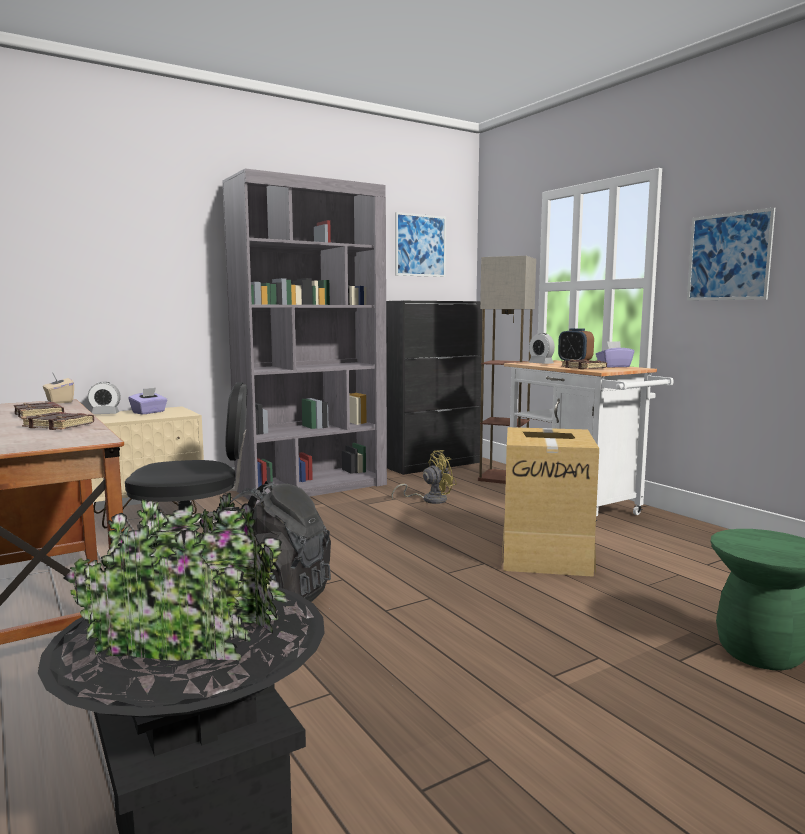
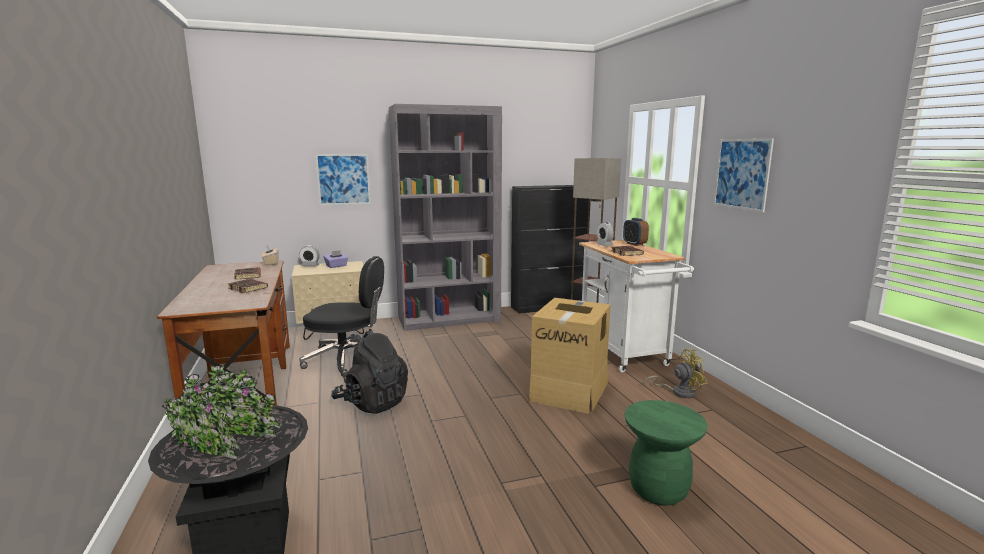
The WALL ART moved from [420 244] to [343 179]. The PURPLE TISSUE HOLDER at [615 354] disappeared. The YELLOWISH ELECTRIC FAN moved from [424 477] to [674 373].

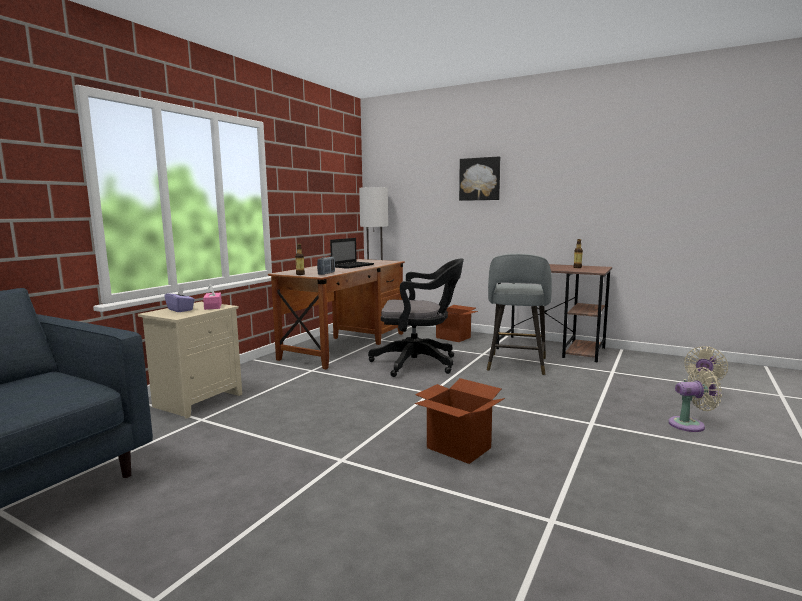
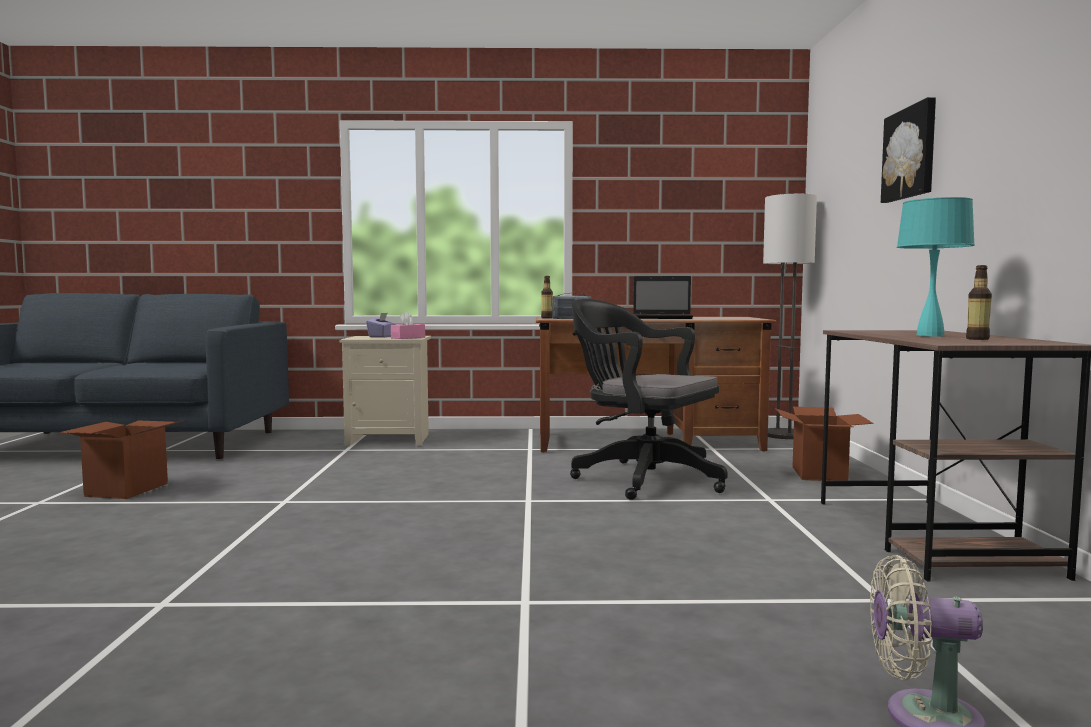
The GREY STOOL SEAT at [519 314] disappeared. The BLACK COMPUTER CHAIR at [416 318] turned 150 degrees clockwise. The BEIGE-COLOURED ELECTRIC FAN at [695 399] disappeared. The CARDBOARD BOX moved from [460 421] to [121 459]. The BLUE-GREEN TABLE LAMP at [936 267] appeared.

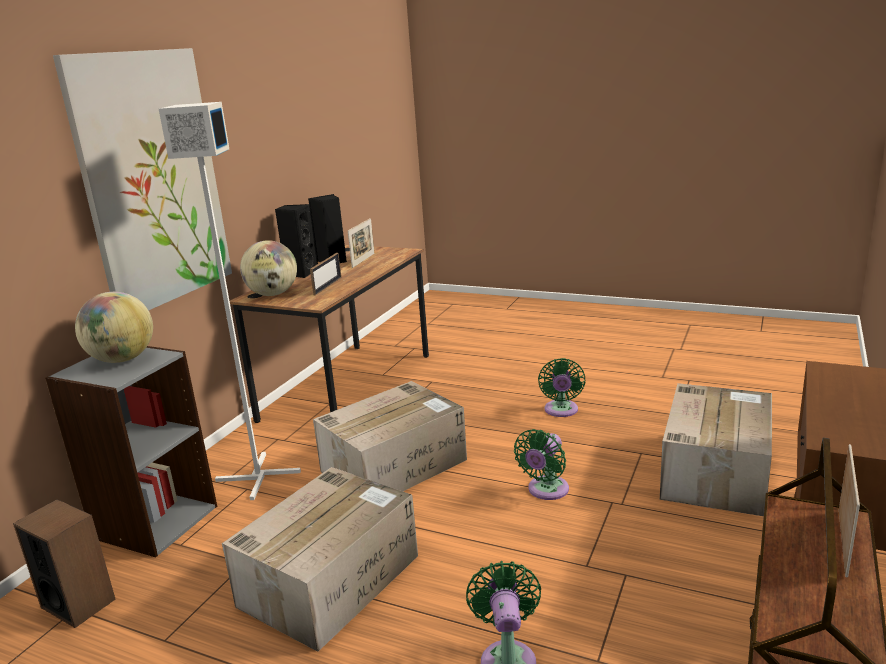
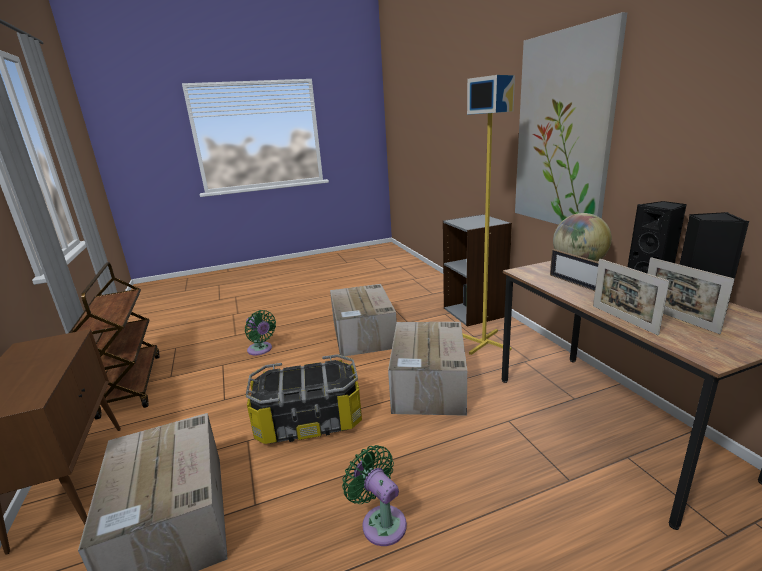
The WHITE-COLOURED FLOOR LAMP at [230 301] became the YELLOWISH FLOOR LAMP at [488 215]. The WORLD GLOBE at [114 327] disappeared. The GREENISH ELECTRIC FAN at [541 464] was replaced by the STORAGE BOX at [304 399]. The PICTURE FRAME moved from [849 510] to [631 297]. The LOUDSPEAKER at [64 563] disappeared.

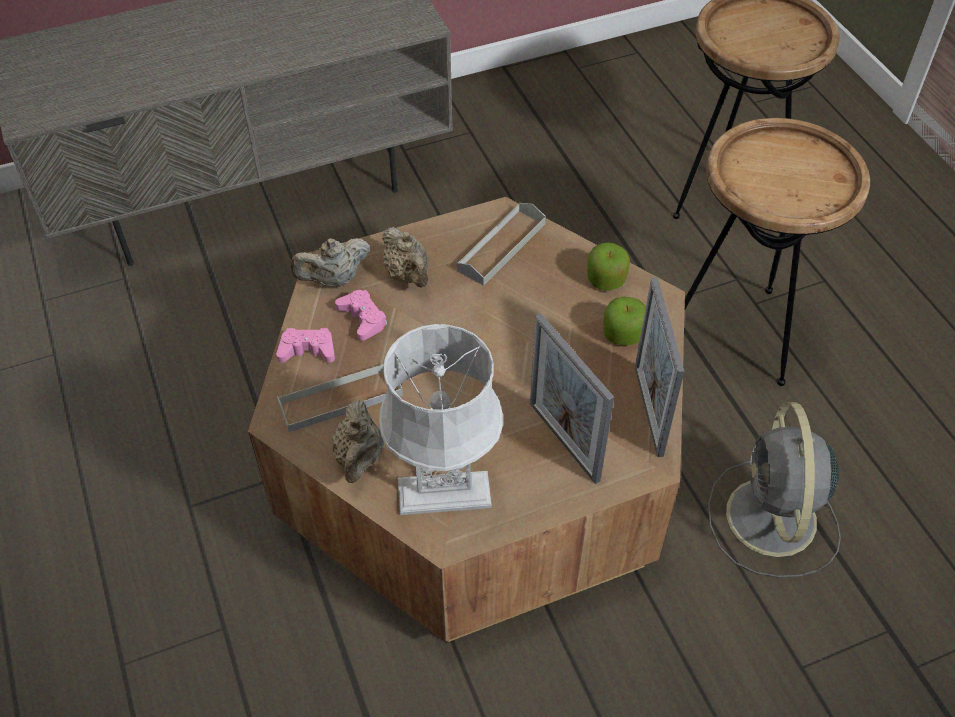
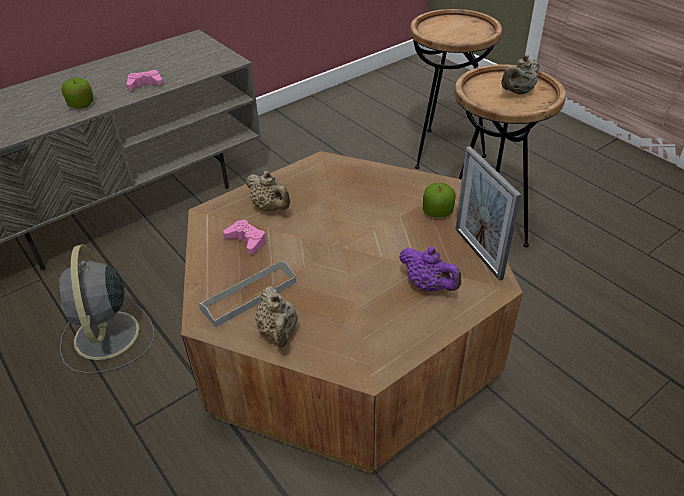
The GREY SERVING TRAY at [501 244] disappeared. The BEIGE-COLOURED TEAPOT moved from [330 262] to [520 75]. The WHOLE APPLE moved from [608 266] to [77 93]. The PICTURE FRAME at [572 399] was replaced by the PURPLE TEAPOT at [430 268]. The GREY TABLE LAMP at [441 419] disappeared. The PINK-COLOURED GAME CONTROLLER moved from [305 345] to [145 80]. The GREY ELECTRIC FAN moved from [774 490] to [106 309].

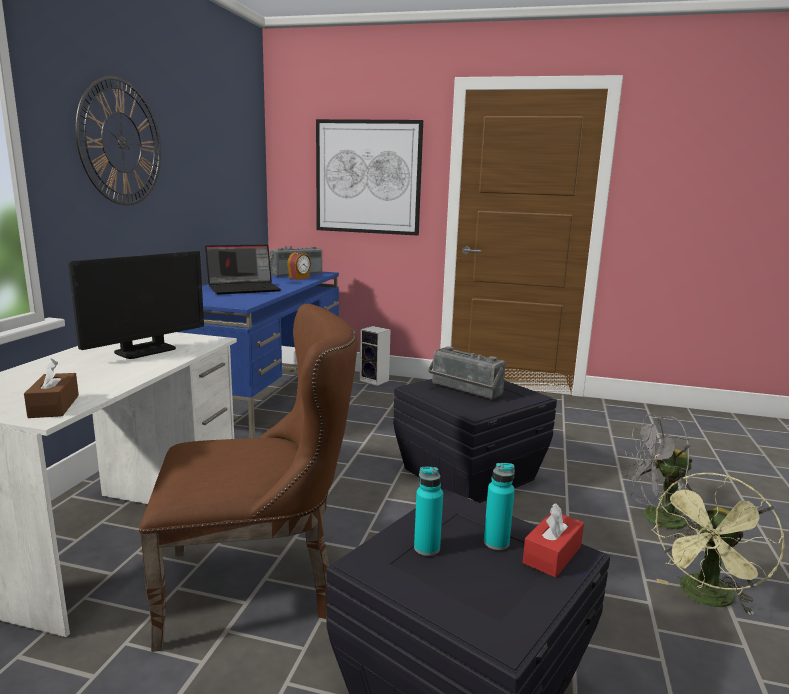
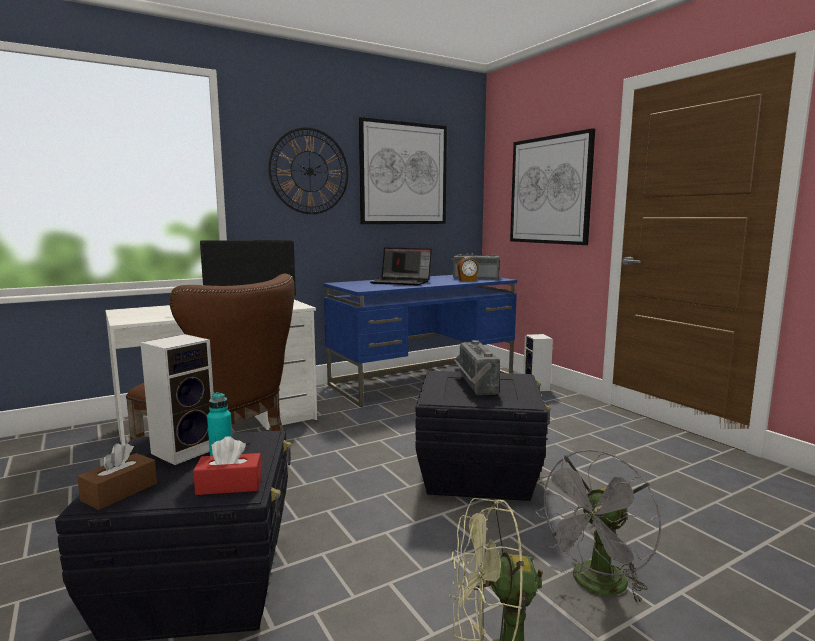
The BROWN-COLOURED TISSUE HOLDER moved from [51 388] to [117 476]. The GREY ELECTRIC FAN at [661 476] turned 90 degrees counterclockwise. The BLUE-GREEN BOTTLE at [428 511] was replaced by the LOUDSPEAKER at [177 399]. The WALL ART at [403 170] appeared.

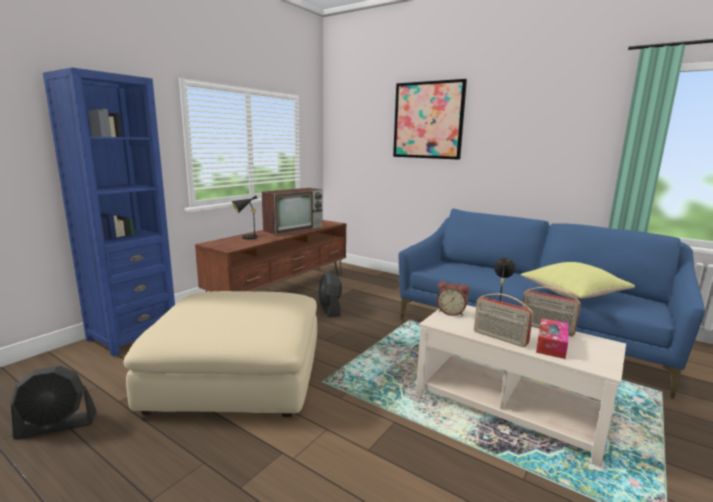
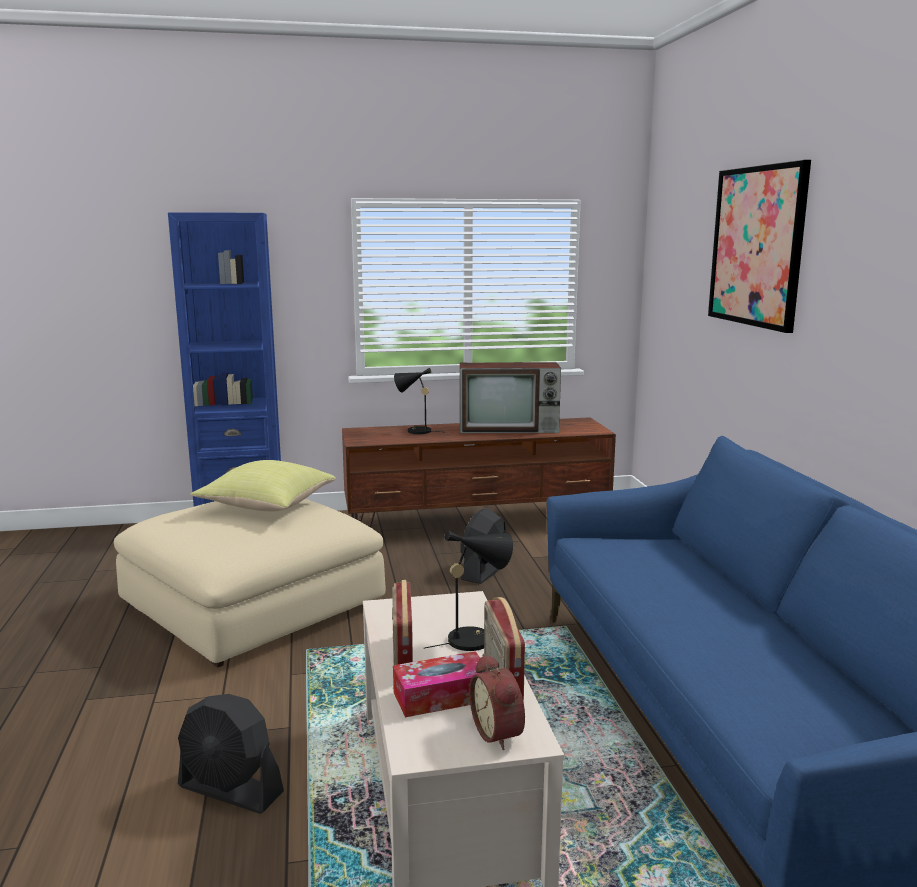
The YELLOWISH PILLOW moved from [578 280] to [263 485]. The TABLE CLOCK moved from [453 298] to [497 702]. The BLACK ELECTRIC FAN moved from [53 402] to [231 754].

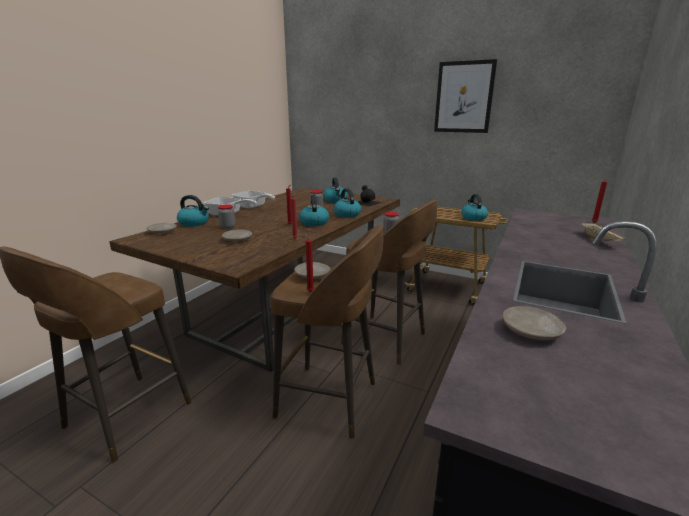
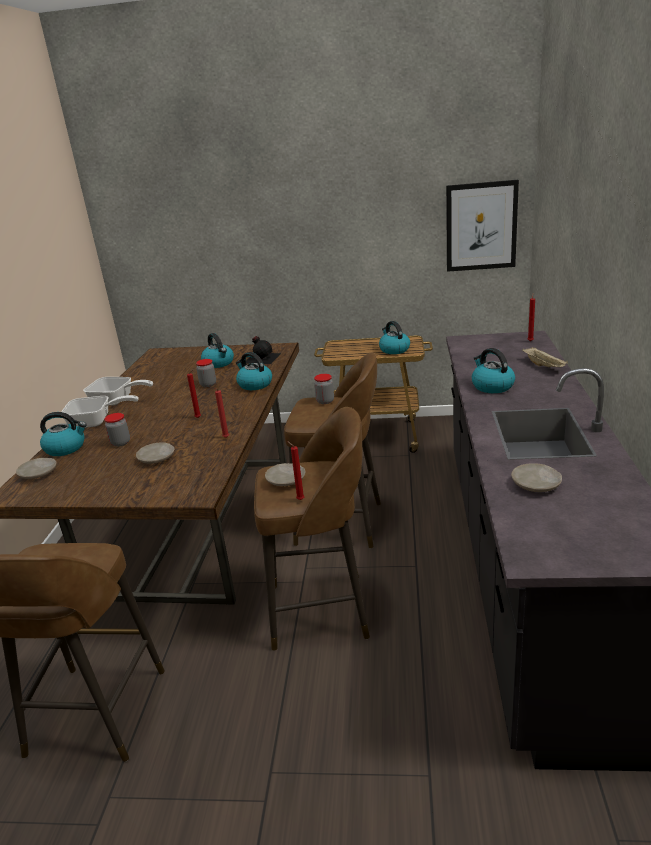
The WALL ART moved from [465 96] to [482 226]. The KETTLE moved from [314 210] to [493 370].

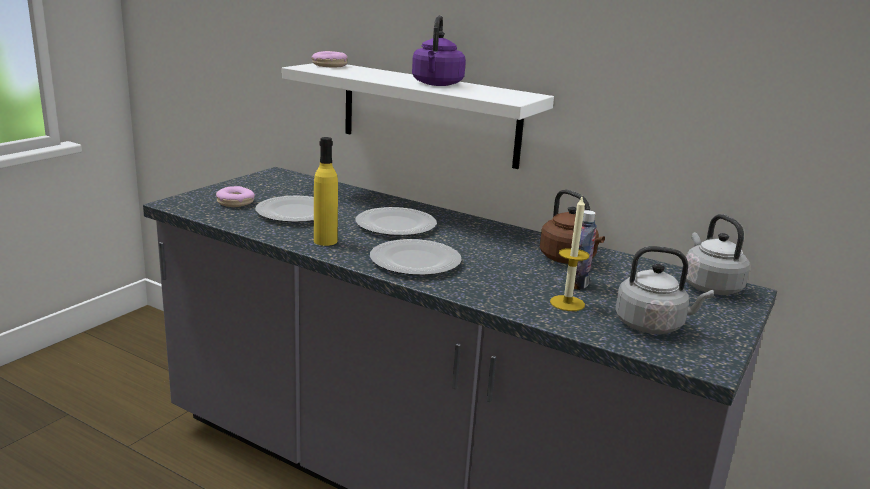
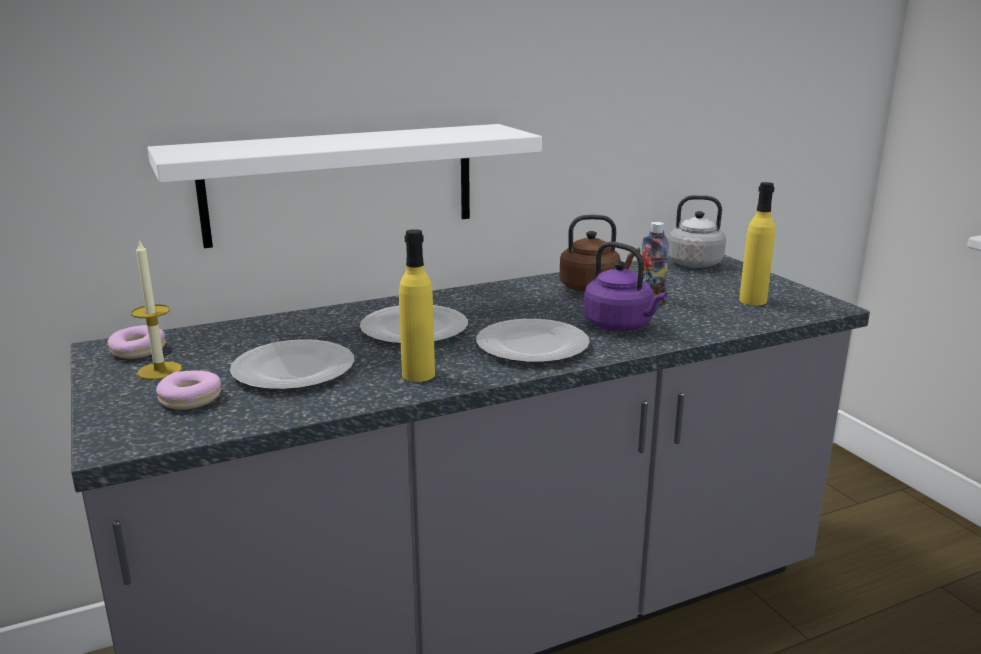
The PURPLE KETTLE moved from [439 50] to [625 286]. The RING DOUGHNUT moved from [329 59] to [136 342]. The WAX CANDLE moved from [569 254] to [156 309]. The GREY KETTLE at [664 290] was replaced by the YELLOWISH BOTTLE at [757 243].

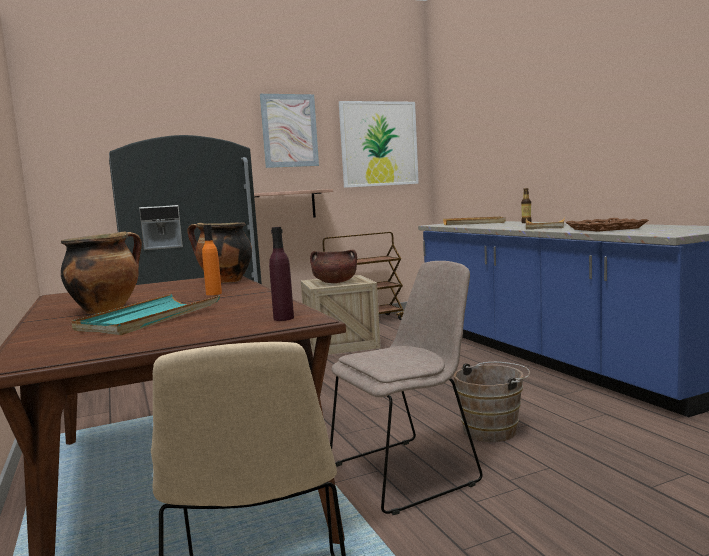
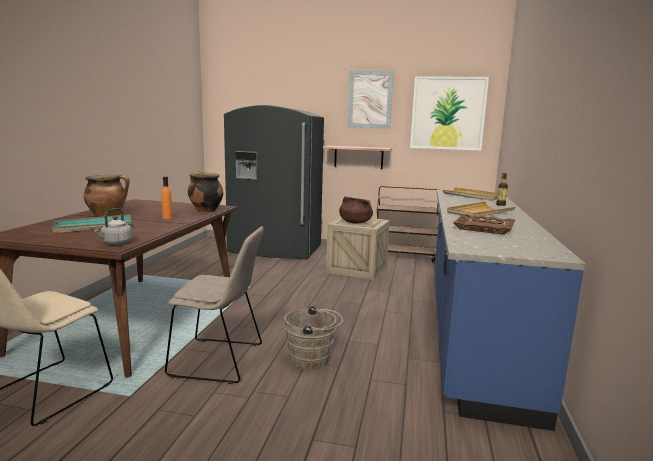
The PURPLE BOTTLE at [281 274] was replaced by the GREY KETTLE at [113 226].

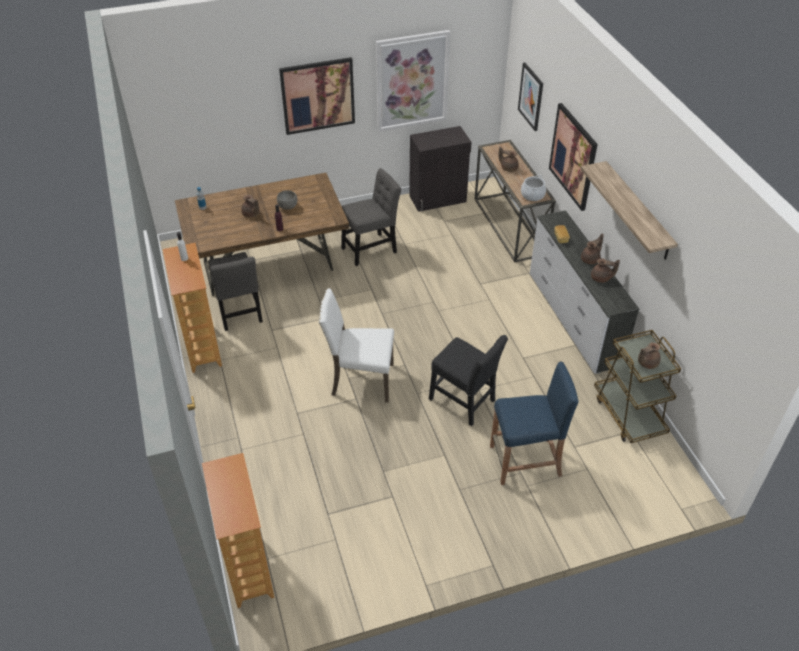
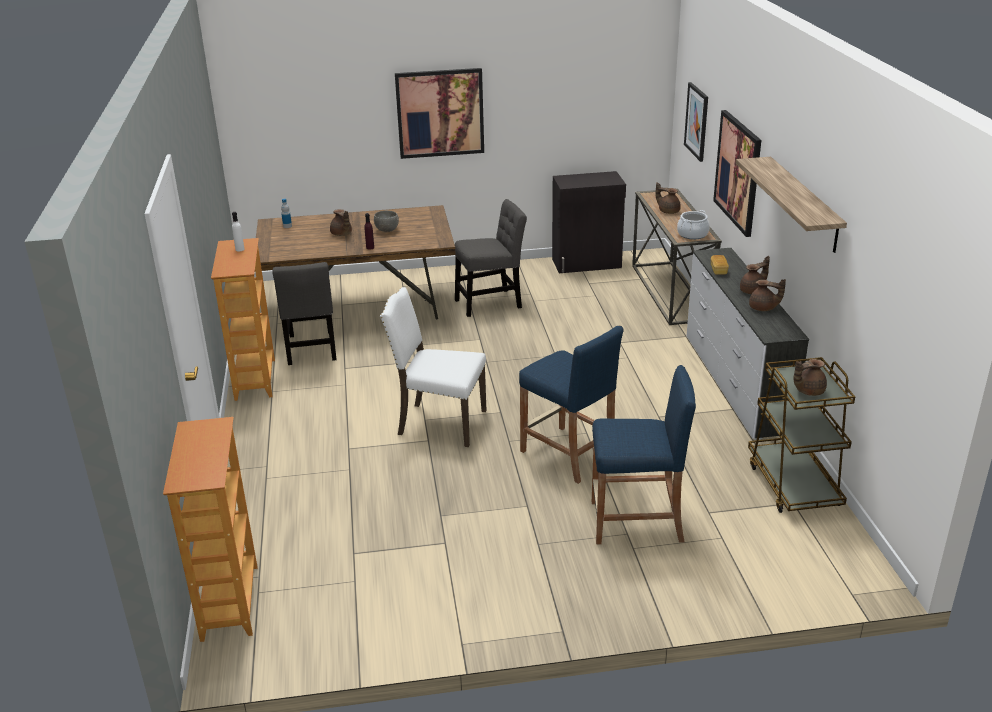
The WALL ART at [413 80] disappeared. The BLACK PLAIN CHAIR at [468 380] was replaced by the BLUE STOOL SEAT at [571 405].

